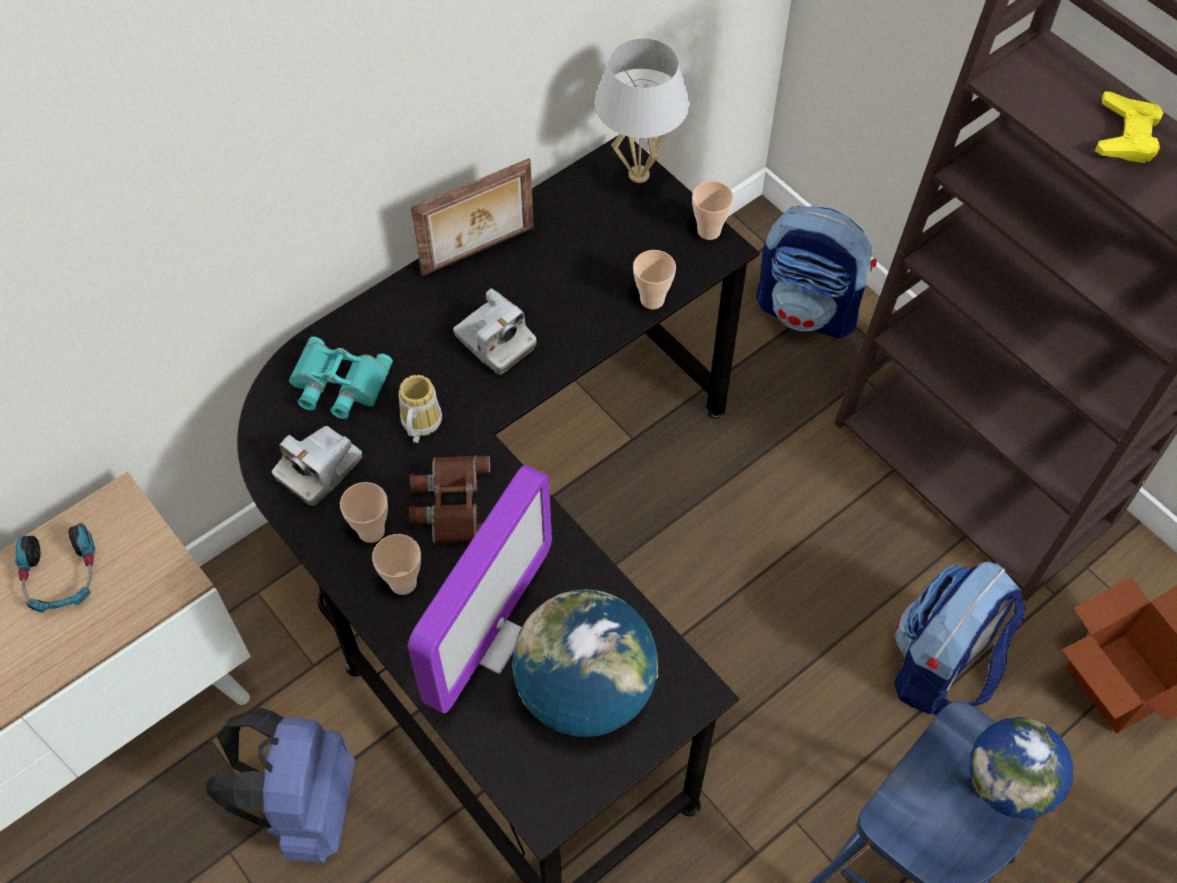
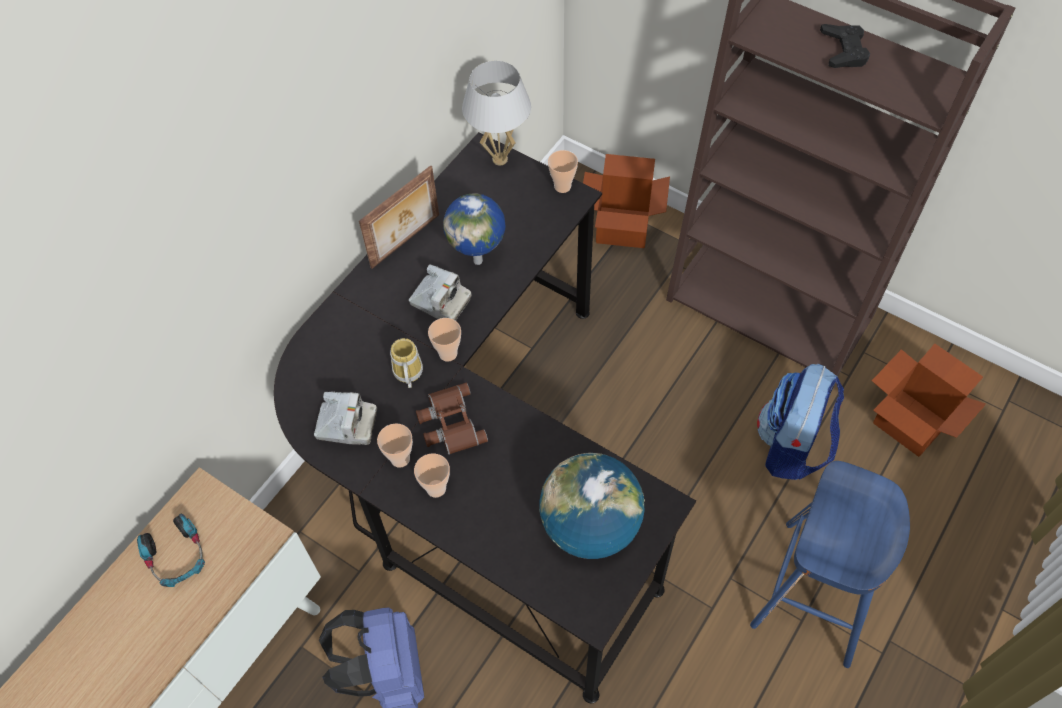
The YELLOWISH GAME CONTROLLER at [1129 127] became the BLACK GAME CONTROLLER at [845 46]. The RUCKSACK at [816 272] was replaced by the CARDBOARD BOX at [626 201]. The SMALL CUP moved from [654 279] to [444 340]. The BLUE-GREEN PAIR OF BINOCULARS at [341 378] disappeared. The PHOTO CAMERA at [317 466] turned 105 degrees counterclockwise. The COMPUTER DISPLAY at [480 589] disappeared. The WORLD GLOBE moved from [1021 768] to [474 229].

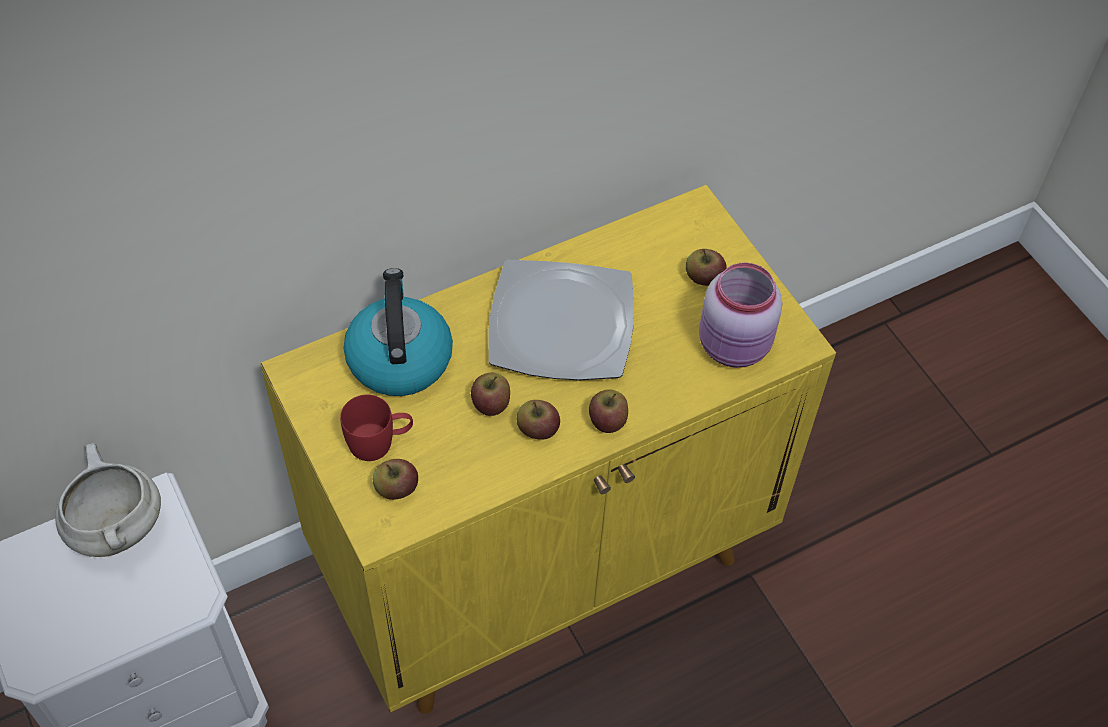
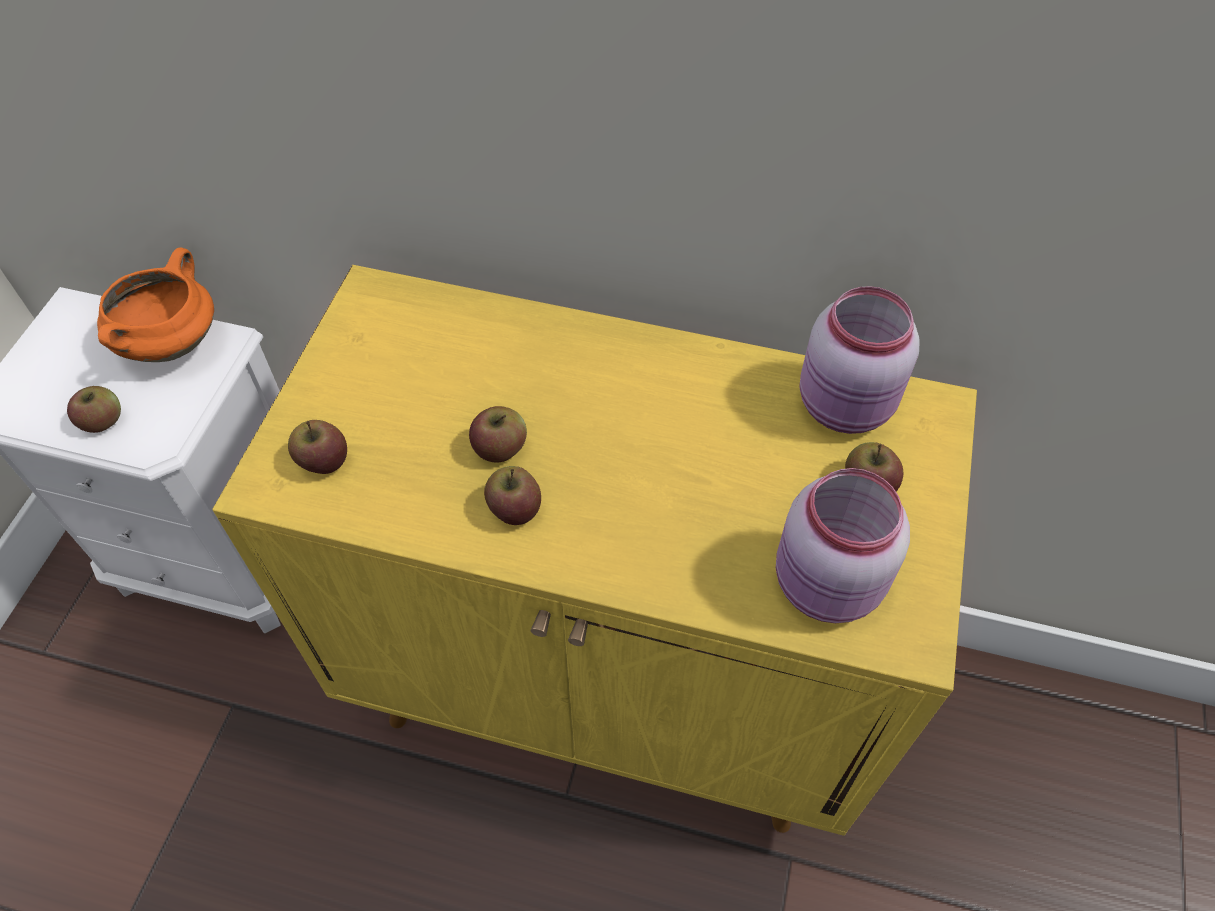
The DINNER PLATE at [561 320] disappeared. The KETTLE at [398 332] disappeared. The WHOLE APPLE moved from [608 411] to [94 409]. The REDDISH MUG at [376 428] disappeared. The WHITE-COLOURED COOKING POT at [108 500] became the ORANGE COOKING POT at [155 304]. The PINK-COLOURED PRESERVE JAR at [859 360] appeared.

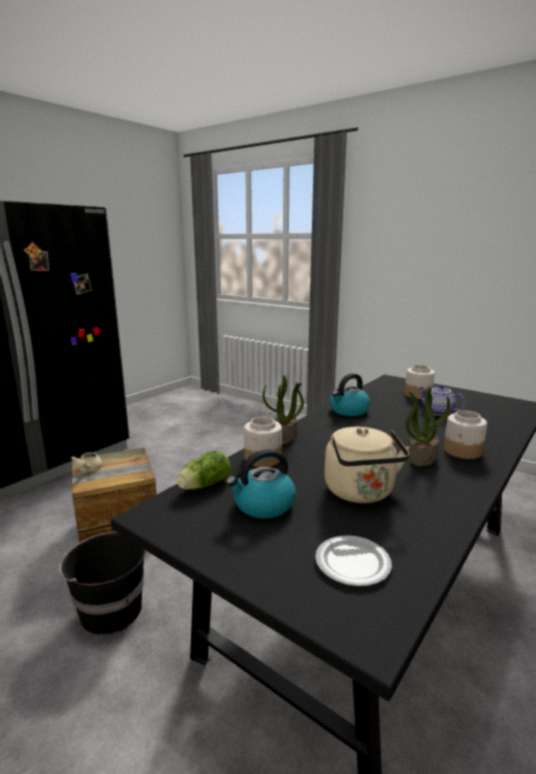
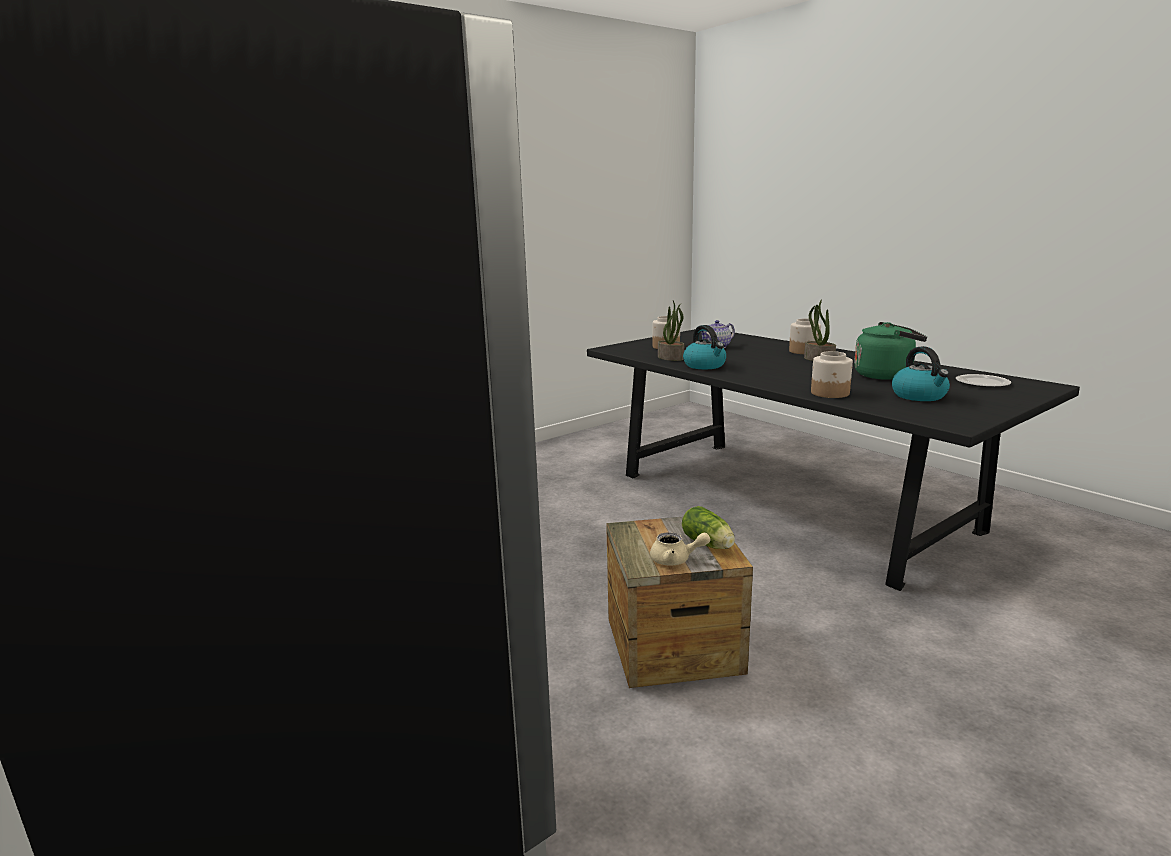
The PLANT IN A POT moved from [283 410] to [671 331]. The BEIGE-COLOURED KETTLE at [367 465] became the GREENISH KETTLE at [890 351]. The LETTUCE HEAD moved from [204 470] to [708 527]. The BLACK BUCKET at [101 583] disappeared.

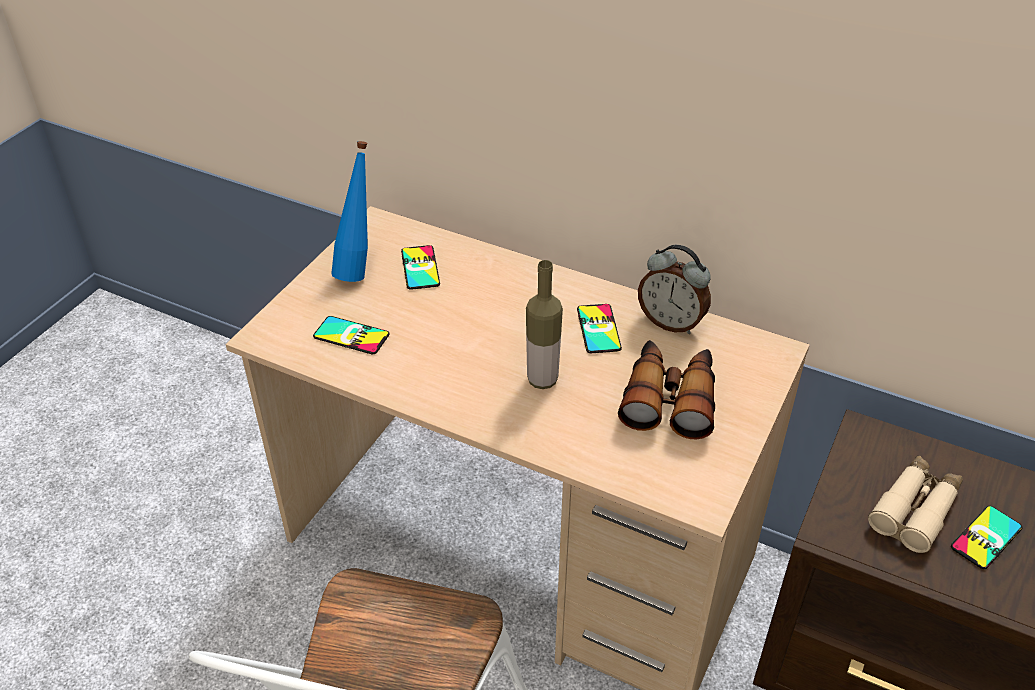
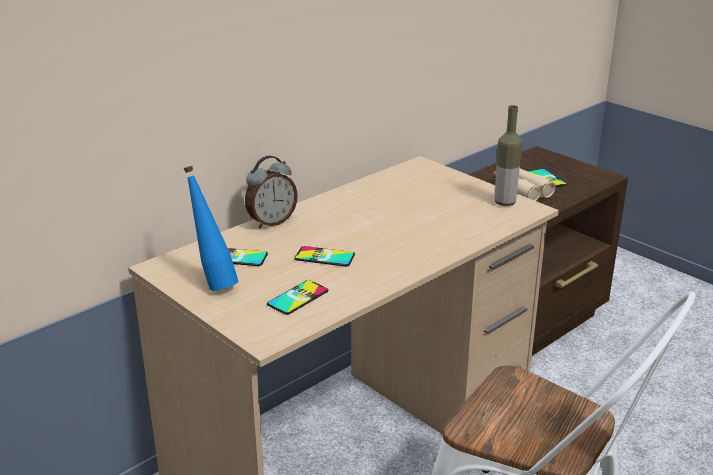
The TABLE CLOCK moved from [674 289] to [271 192]. The BOTTLE moved from [544 324] to [508 155]. The HANDSET moved from [599 328] to [324 256]. The PAIR OF BINOCULARS at [666 389] disappeared.

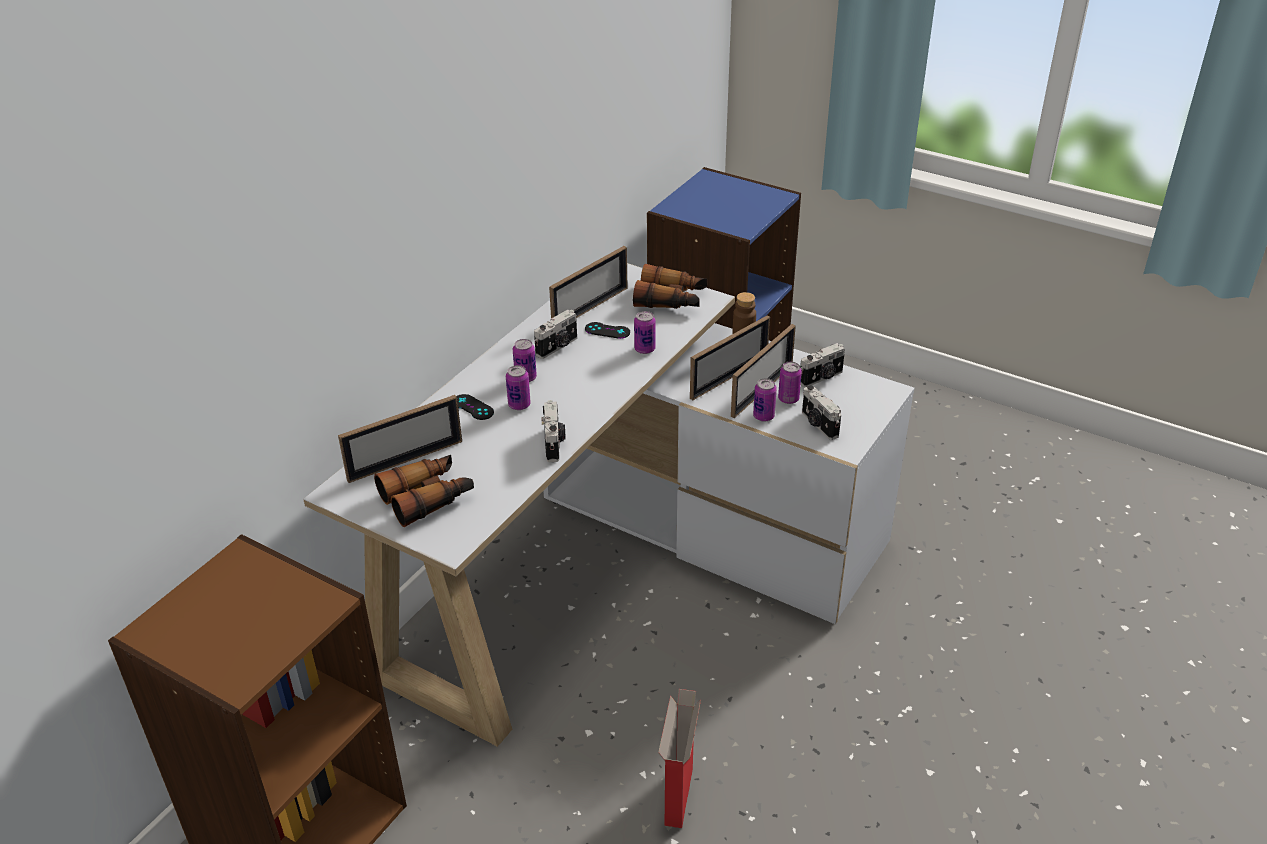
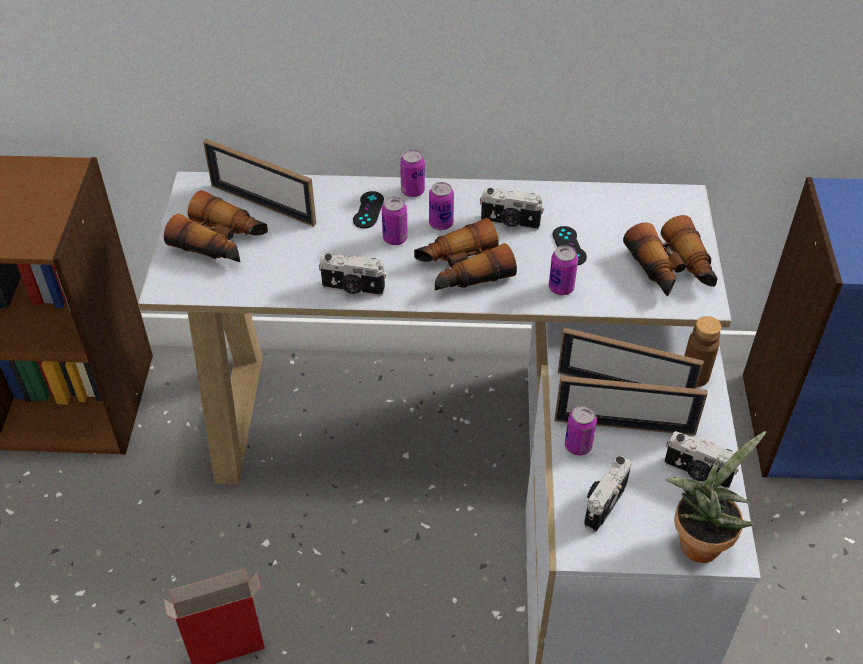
The PICTURE FRAME at [588 282] disappeared. The CAN moved from [790 383] to [412 173]. The PHOTO CAMERA at [553 431] turned 45 degrees clockwise. The PAIR OF BINOCULARS at [465 254] appeared. The PLANT IN A POT at [716 497] appeared.

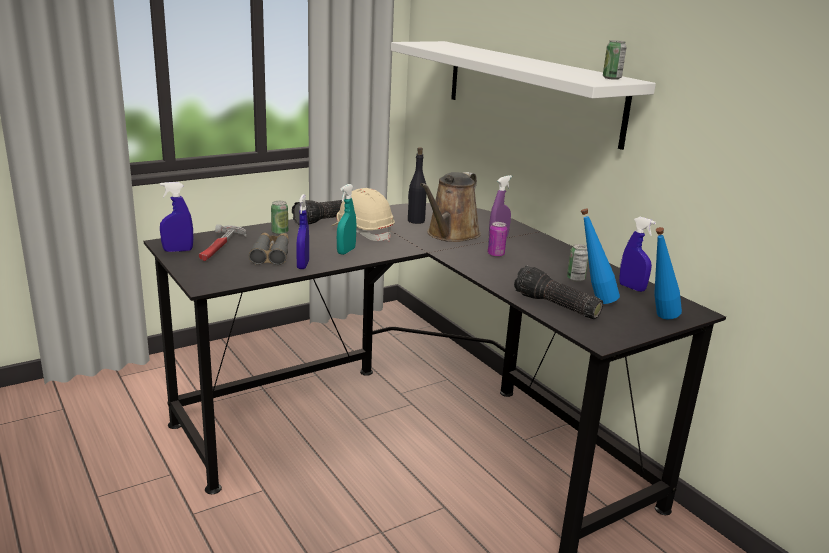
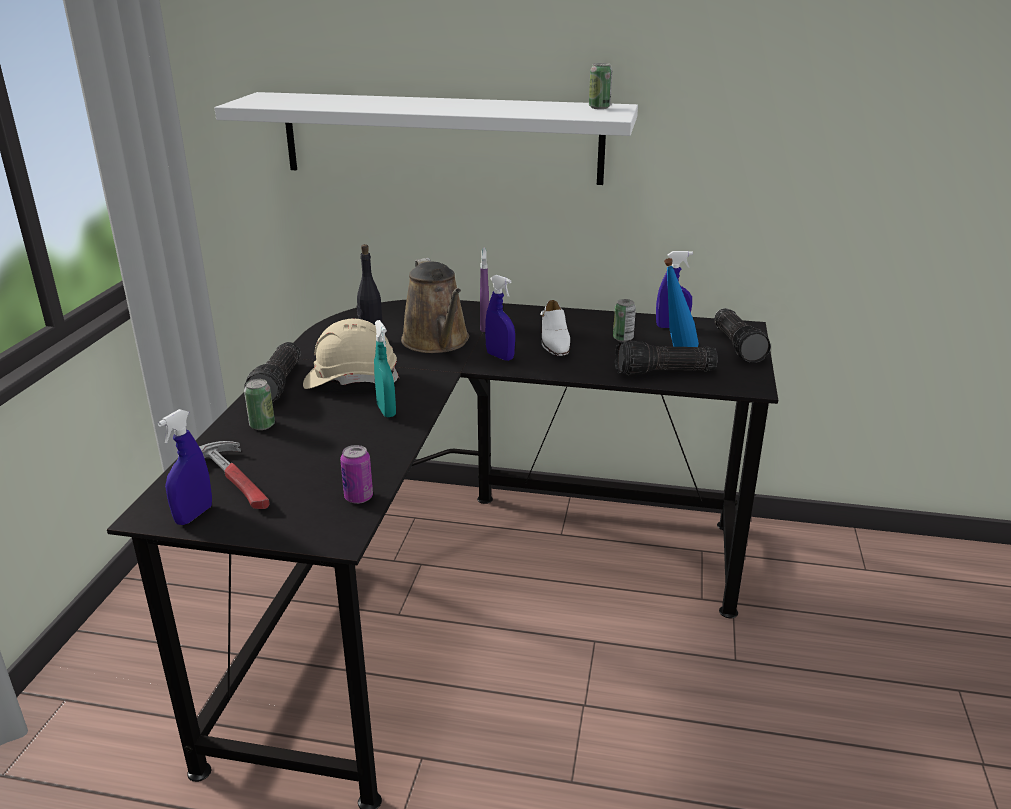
The BLUE SPRAY BOTTLE moved from [302 231] to [500 318]. The CAN moved from [497 239] to [356 474]. The BLUE BOTTLE at [668 273] was replaced by the HAND TORCH at [742 335]. The GREY PAIR OF BINOCULARS at [269 249] disappeared. The WHITE-COLOURED ITEM OF FOOTWEAR at [555 328] appeared.

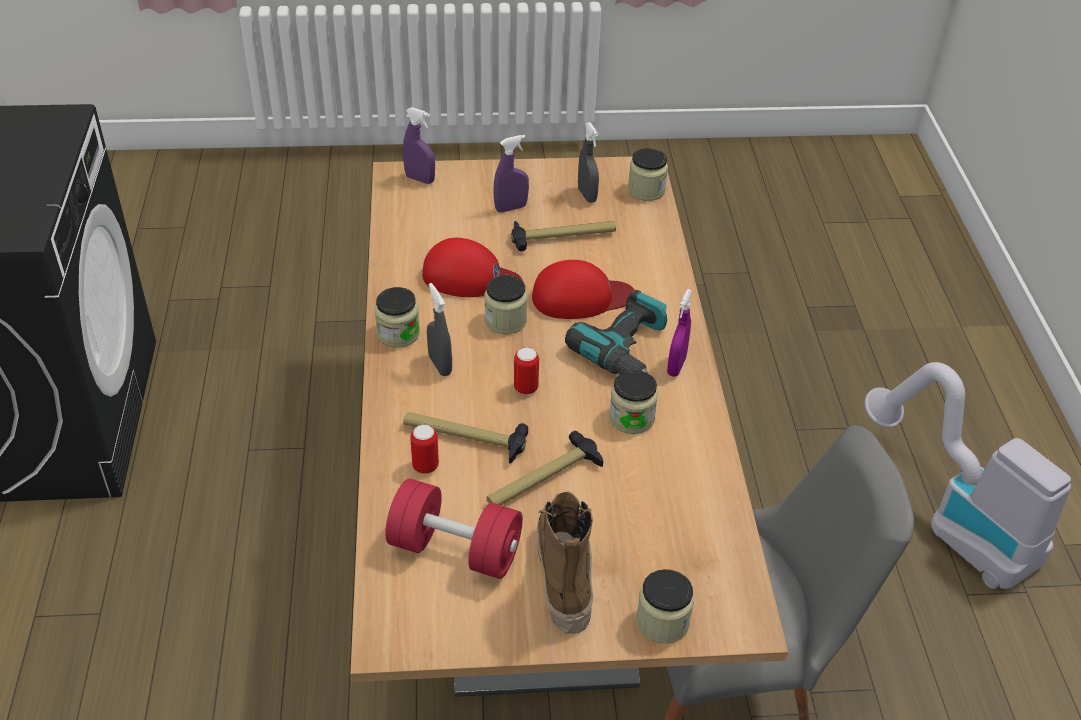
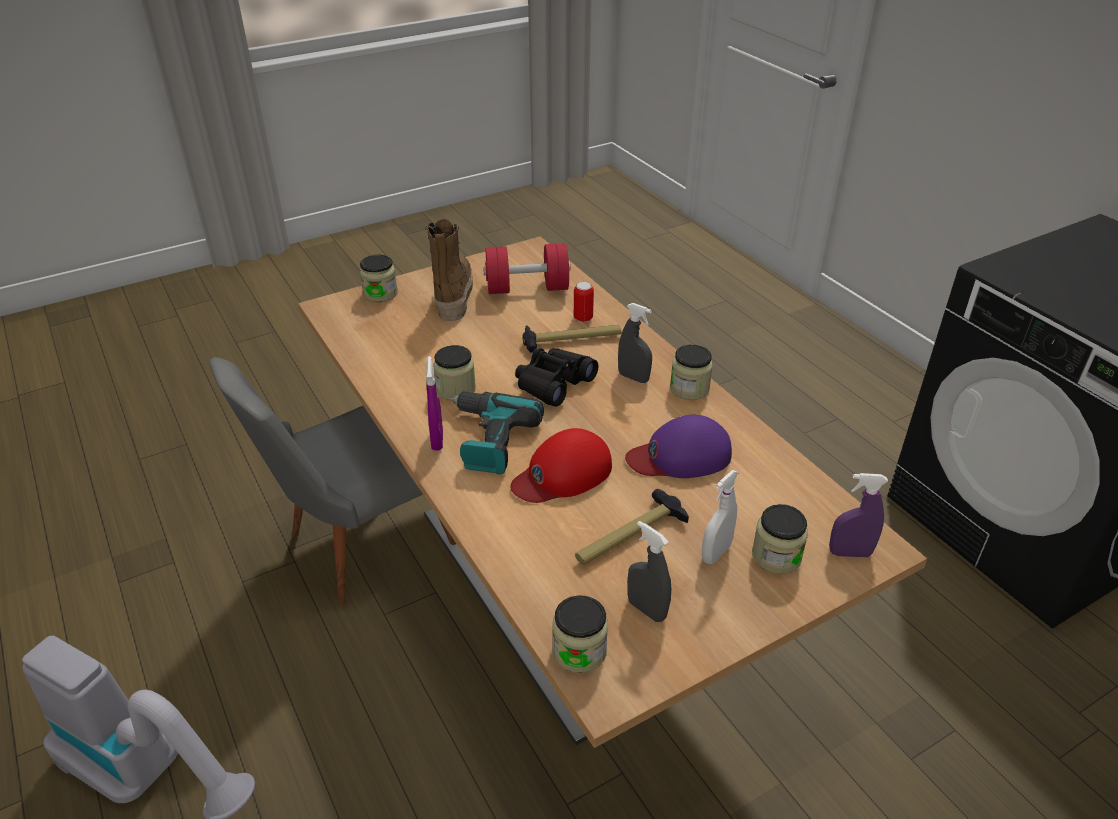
The PURPLE SPRAY BOTTLE at [511 173] became the WHITE-COLOURED SPRAY BOTTLE at [720 517]. The REDDISH PEAKED CAP at [472 267] became the PURPLE PEAKED CAP at [678 446]. The PRESERVE JAR moved from [506 304] to [780 539]. The CAN at [526 371] was replaced by the BLACK PAIR OF BINOCULARS at [556 377]. The HAND HAMMER at [545 468] disappeared. The HIGH-TOP BOOT at [565 562] turned 150 degrees counterclockwise.

